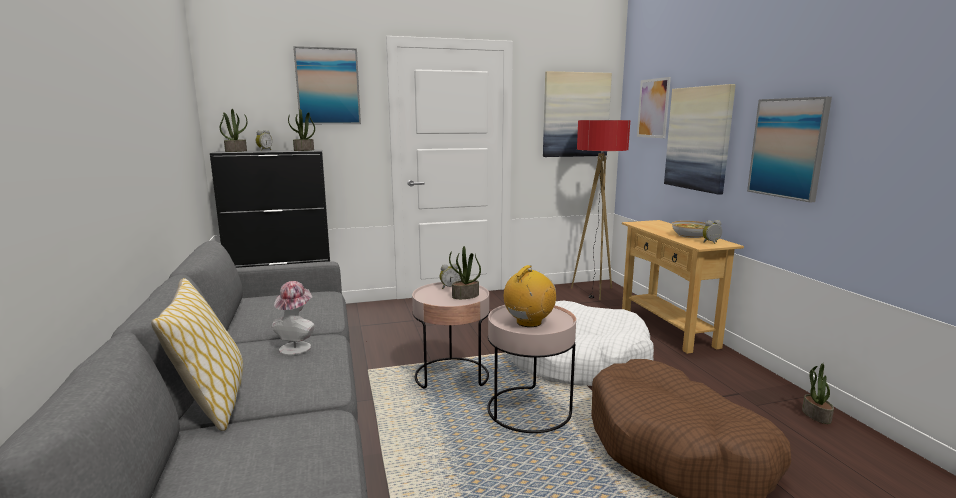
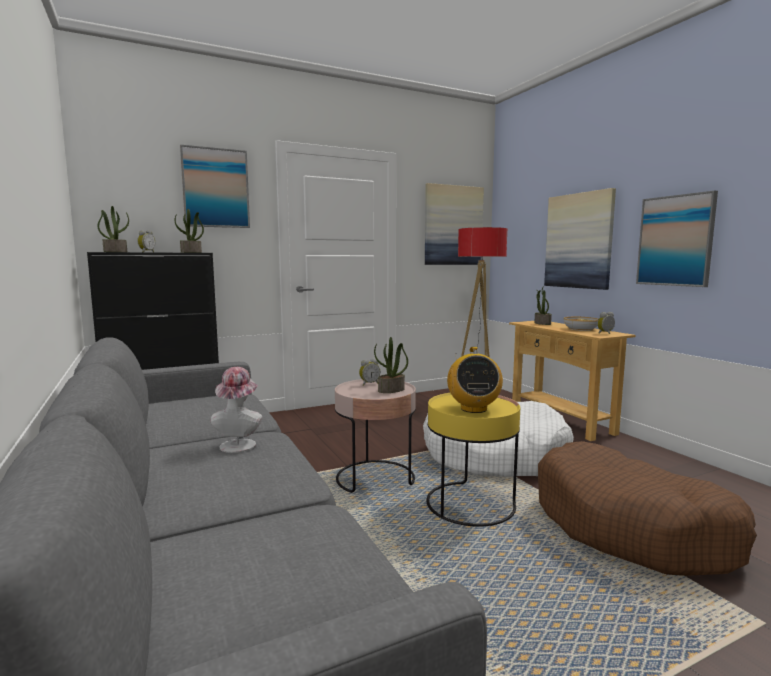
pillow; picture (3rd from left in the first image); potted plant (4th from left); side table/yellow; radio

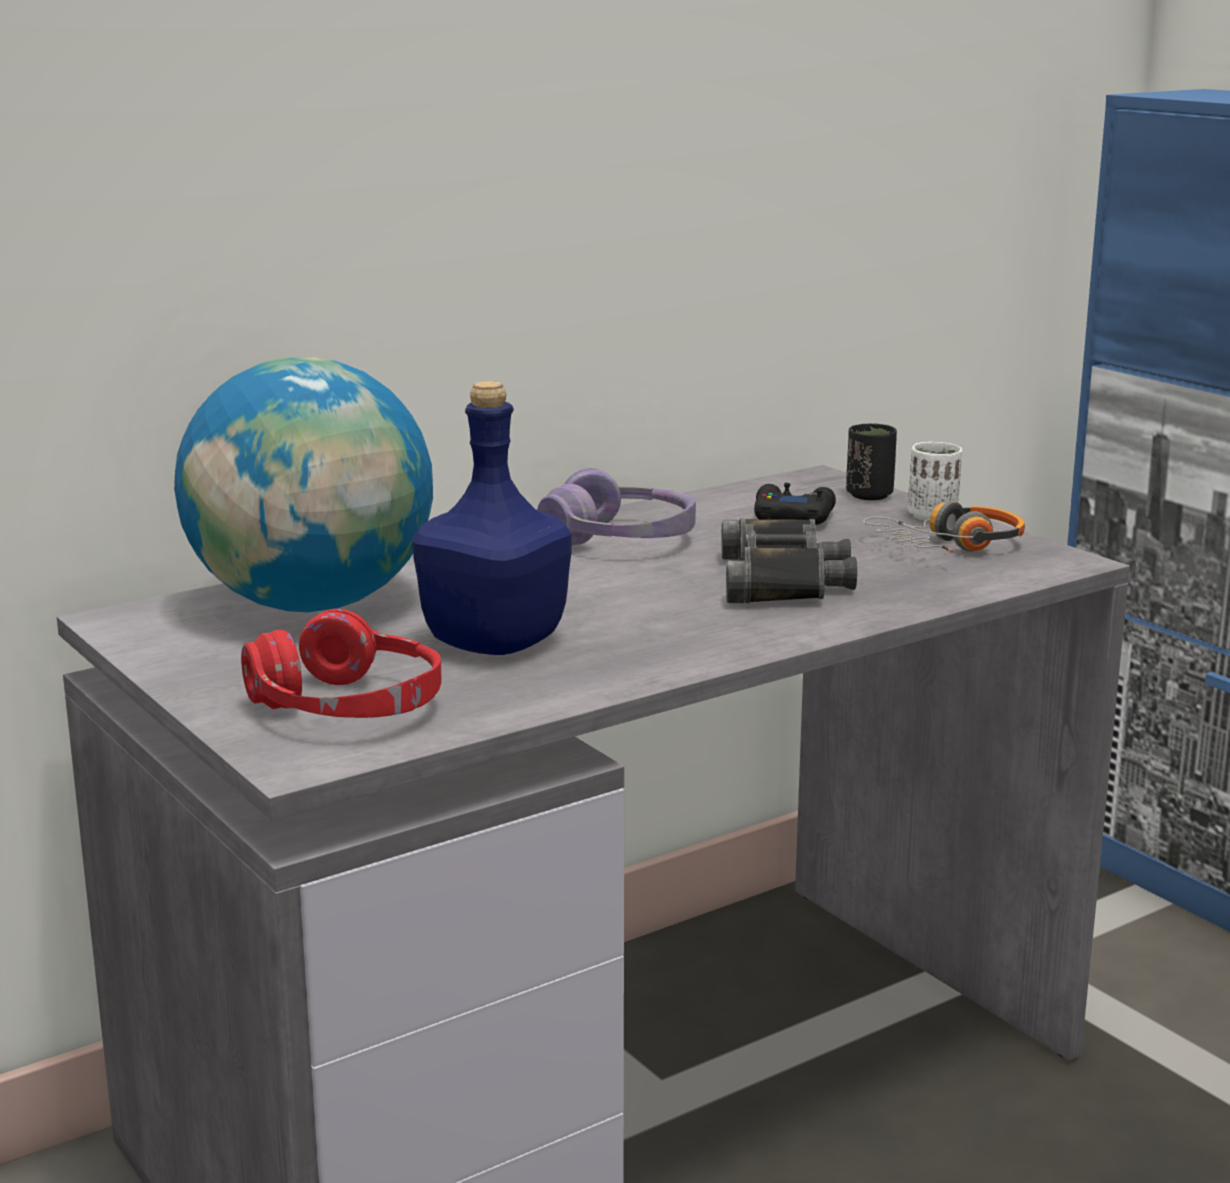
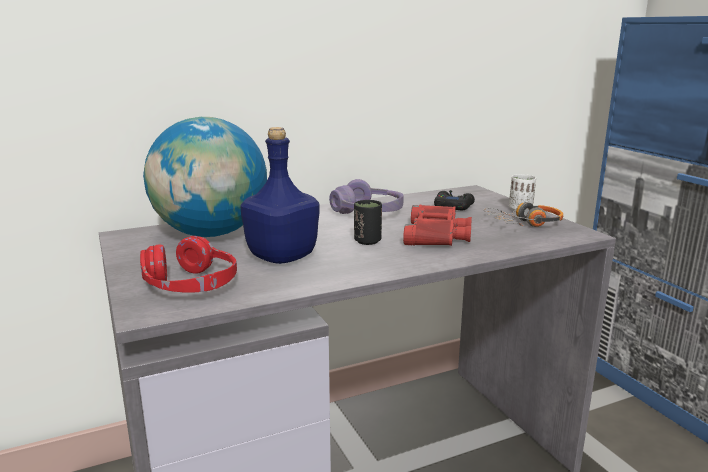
cup/black; binoculars/red

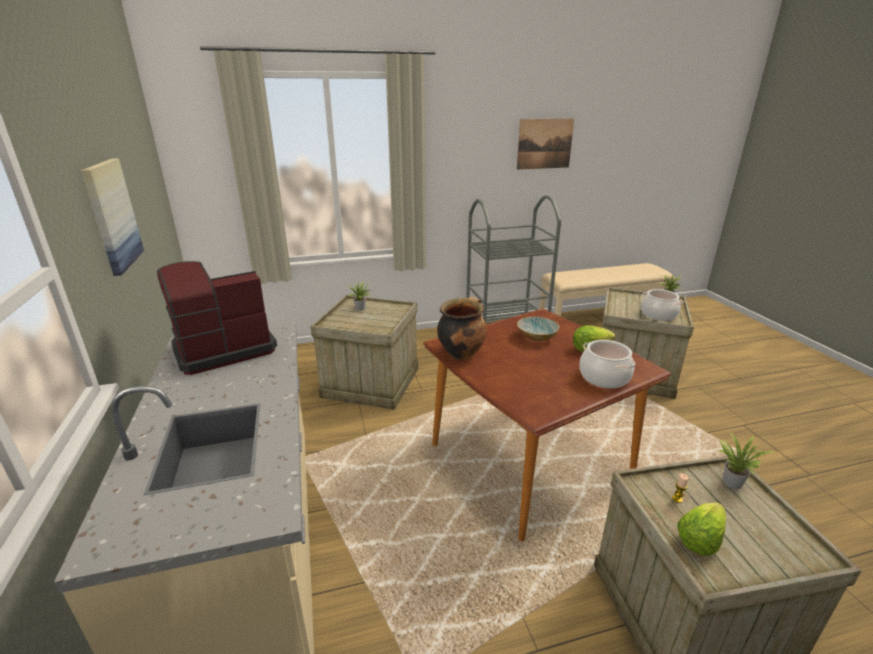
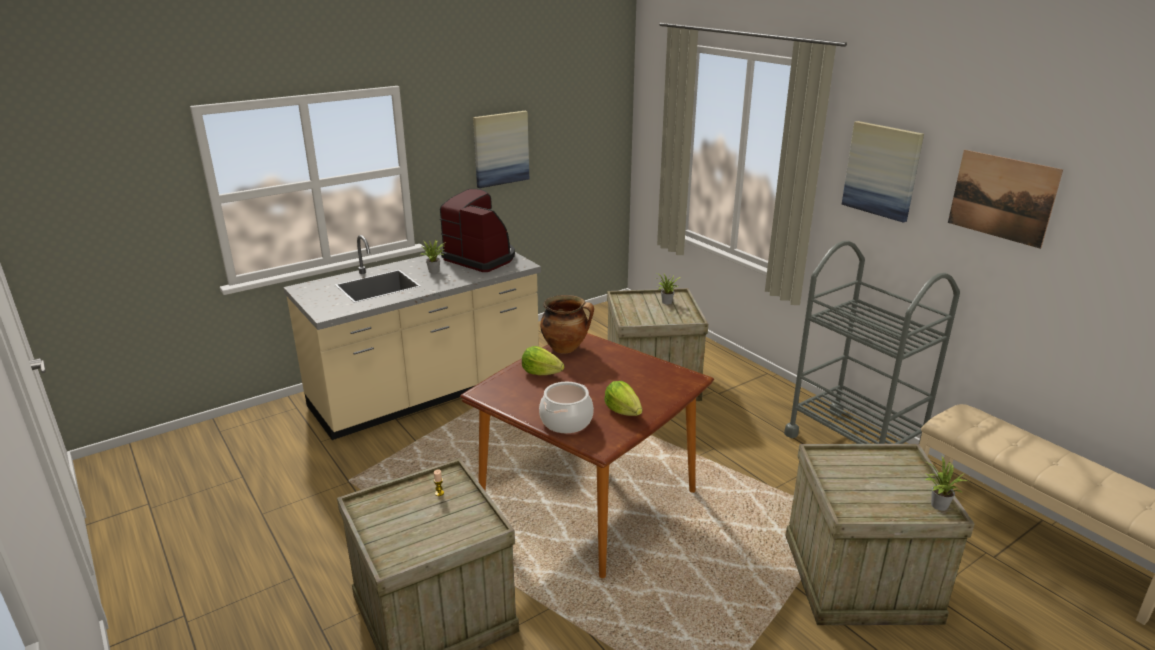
bowl; cooking pot (3rd from left in the first image); picture (2nd from left); lettuce (1st from left); potted plant (1st from left)

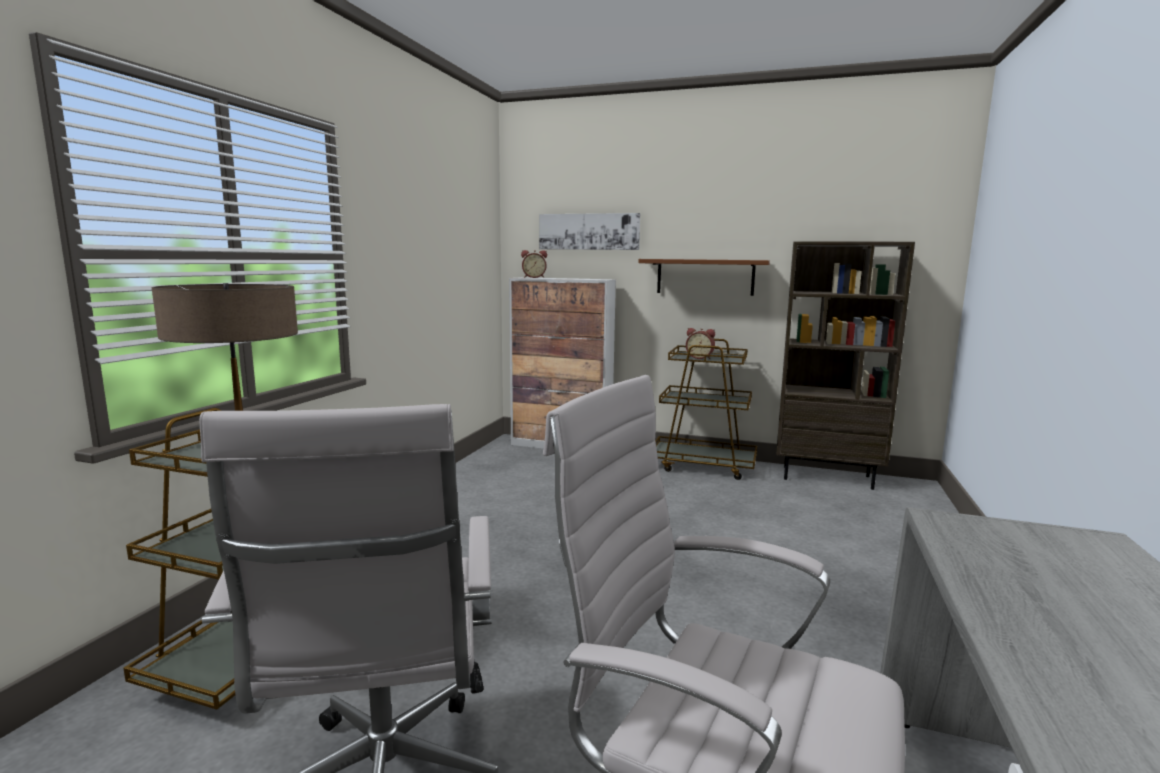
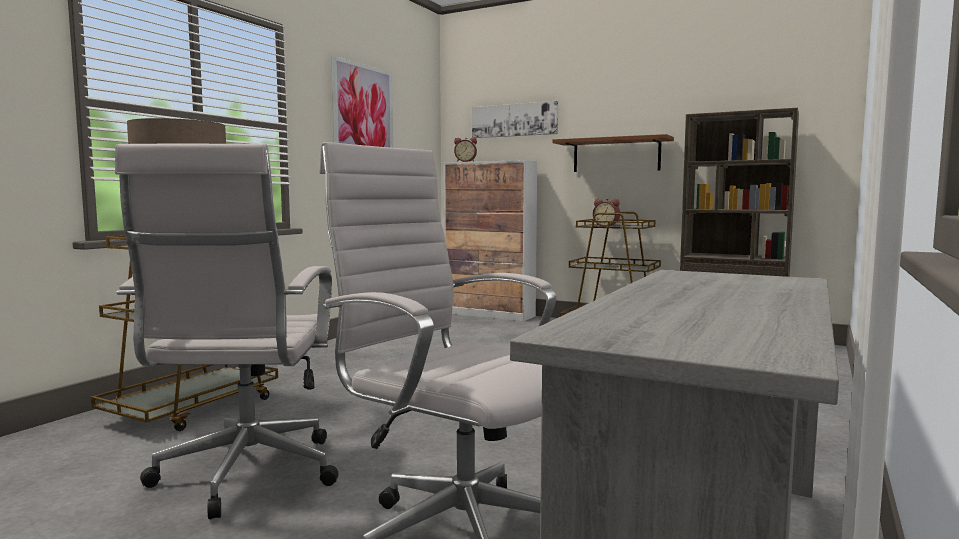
picture (1st from left)

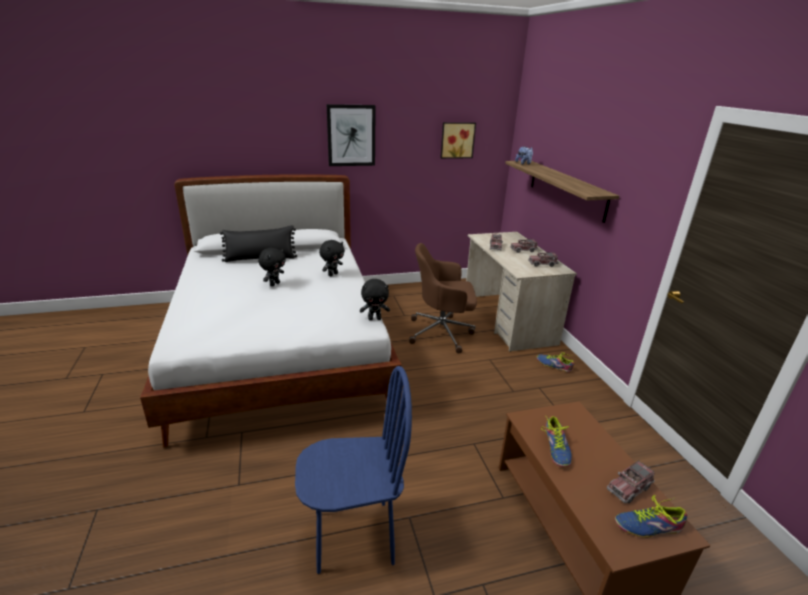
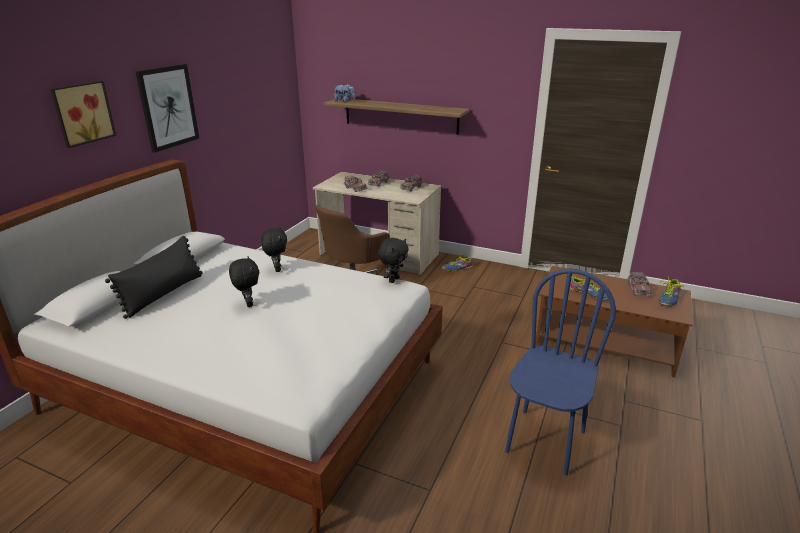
picture (1st from left)

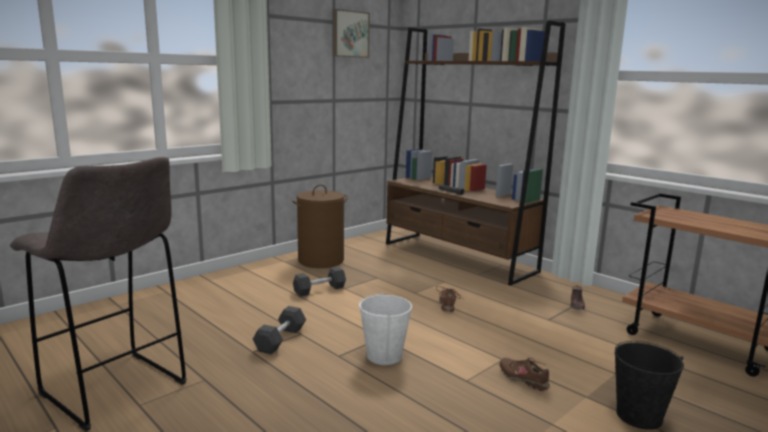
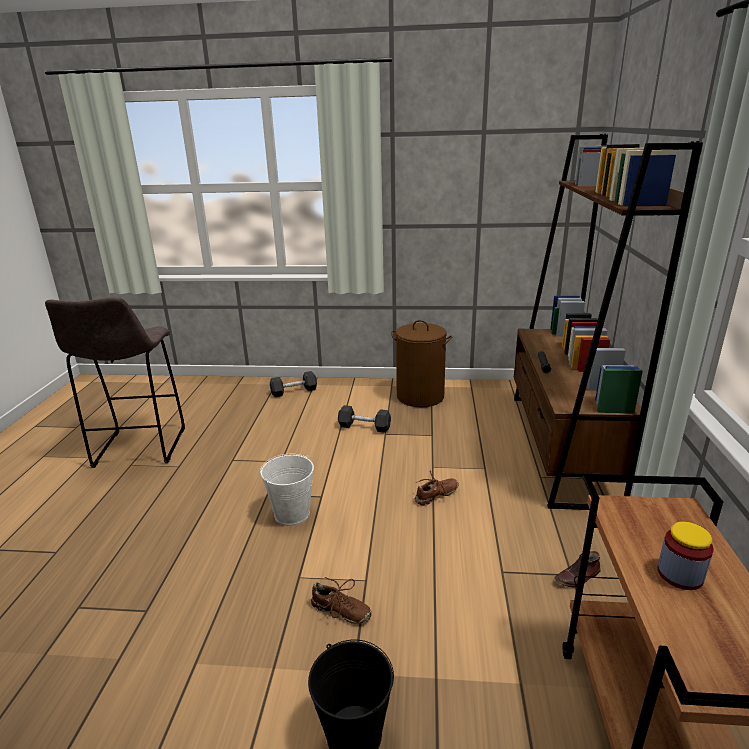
picture; jar; dumbbell/grey (1st from left); shoe/brown (1st from left)

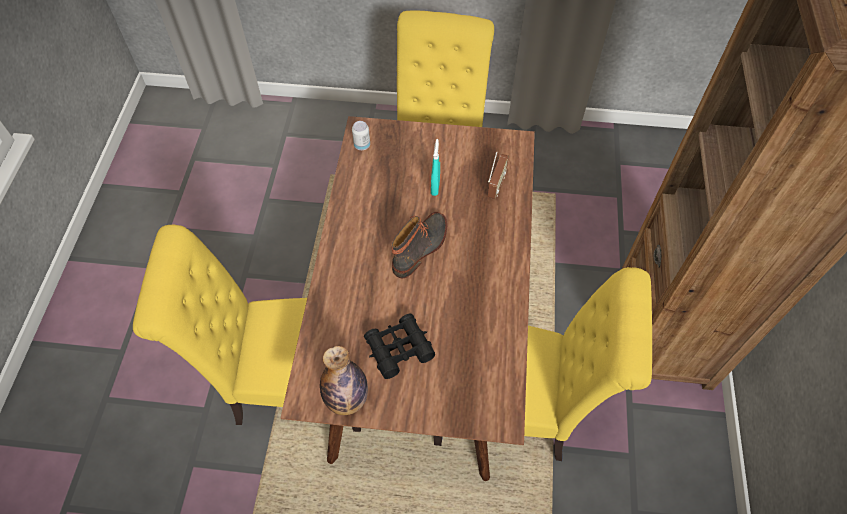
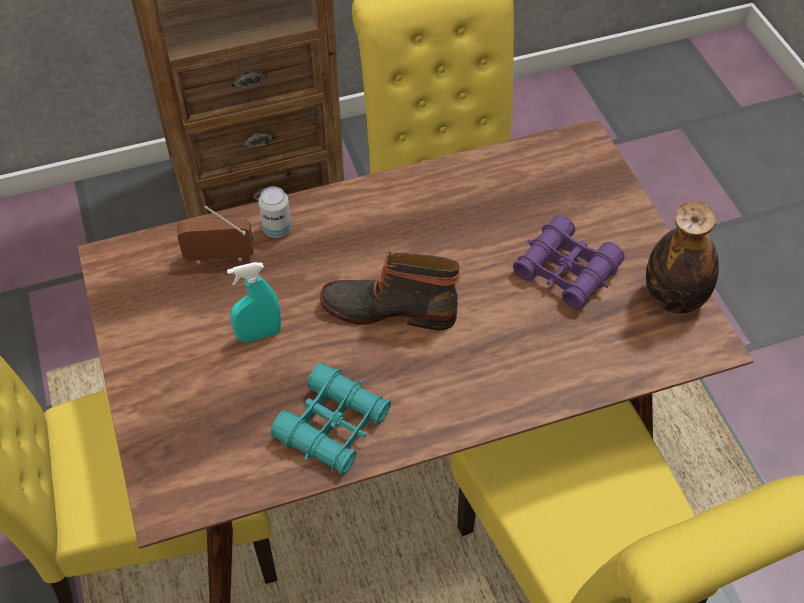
binoculars/turquoise; can; binoculars/purple

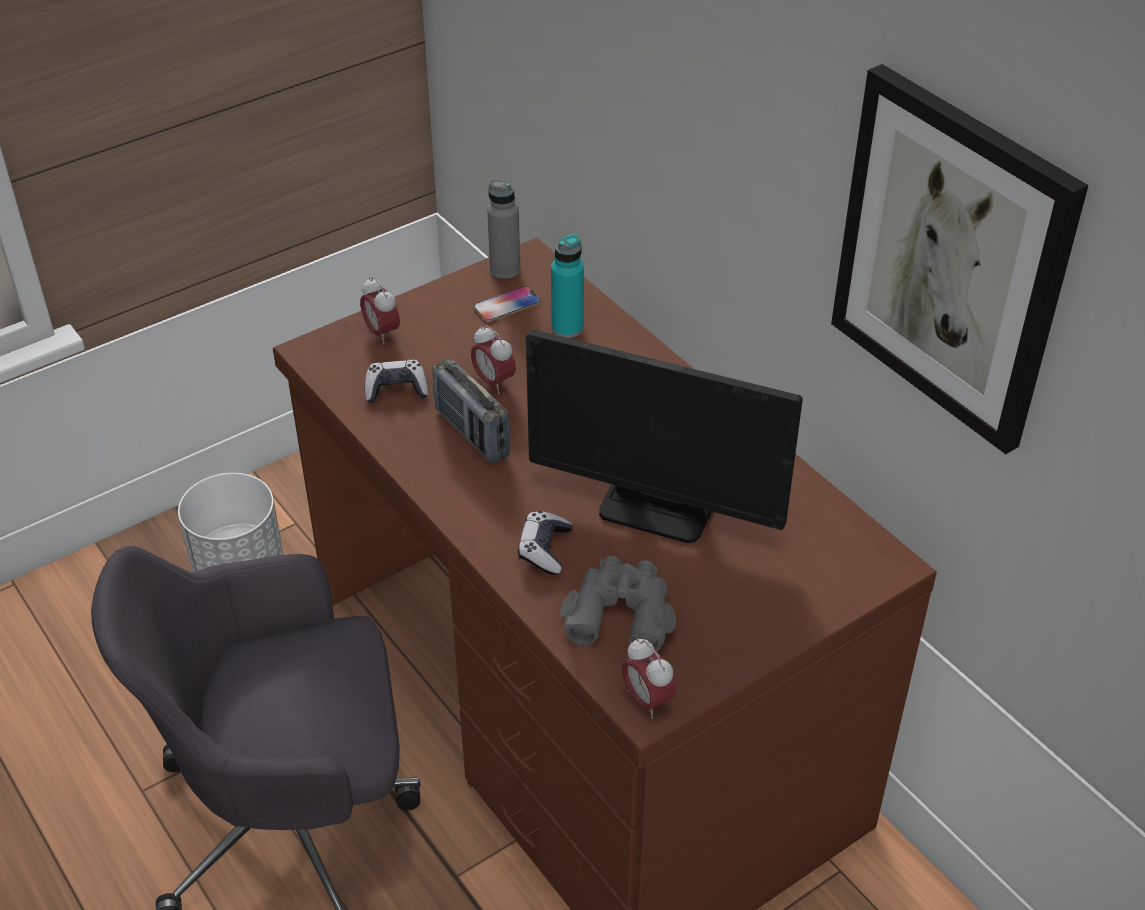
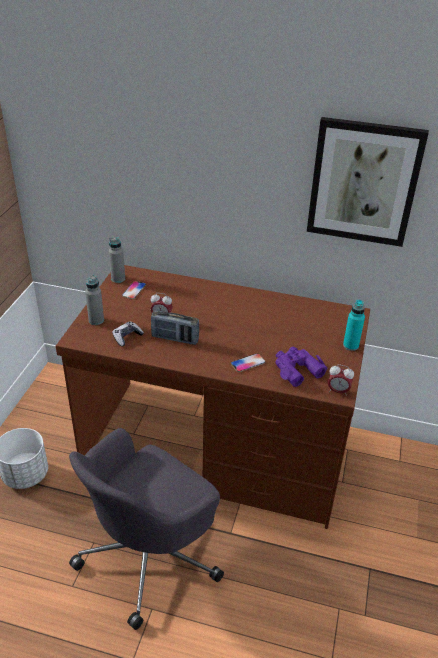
monitor; bottle/turquoise; bottle/grey (1st from left); phone (2nd from left); binoculars/purple

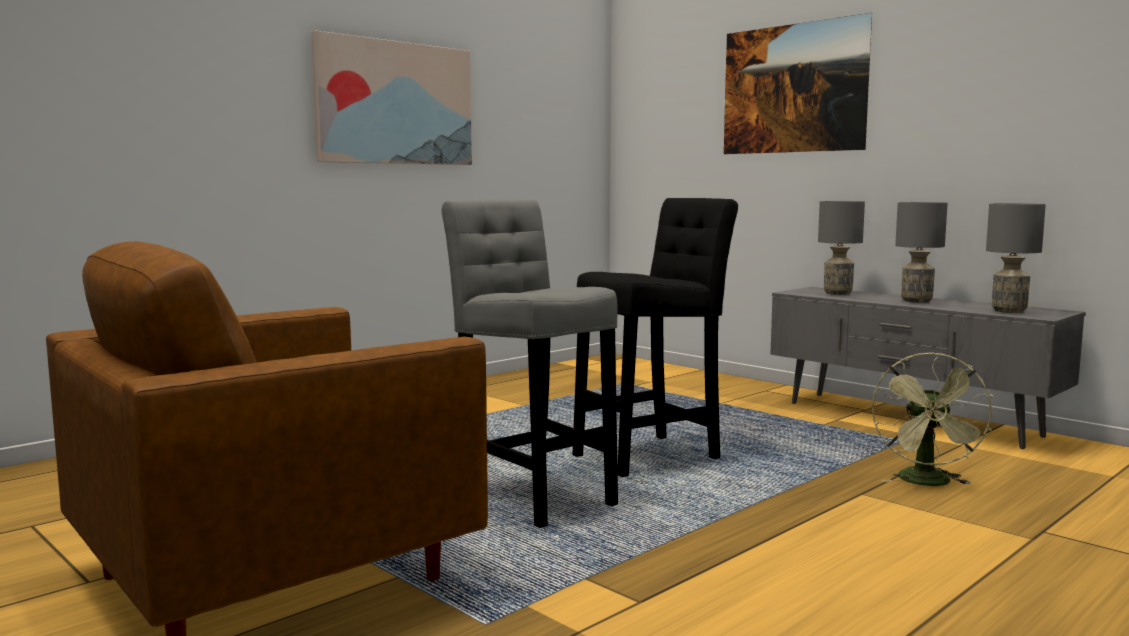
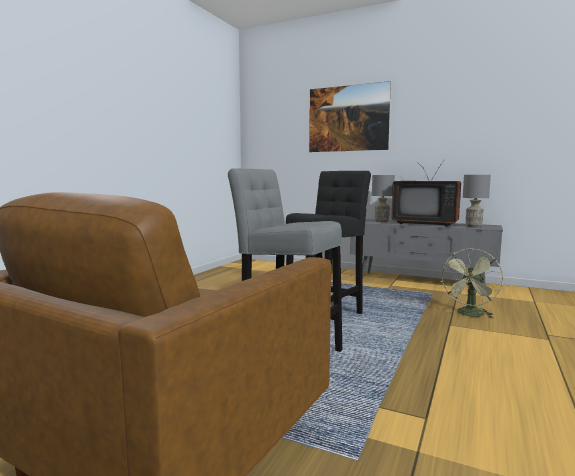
picture (1st from left in the first image); television; fan/green

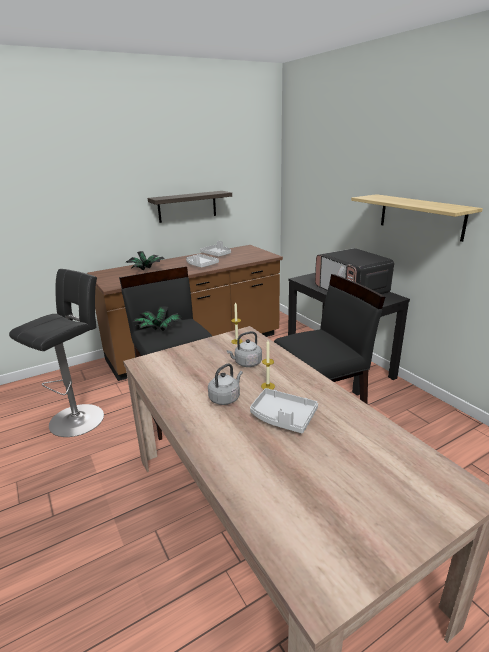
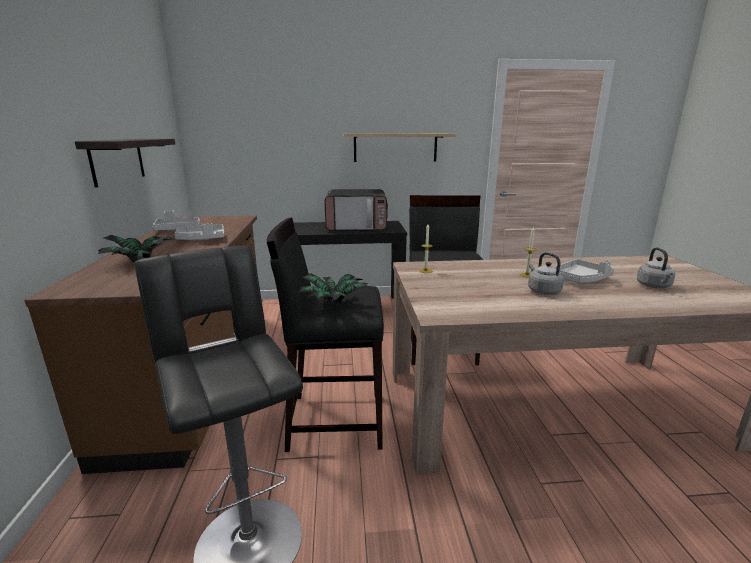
kettle/grey (2nd from left)

